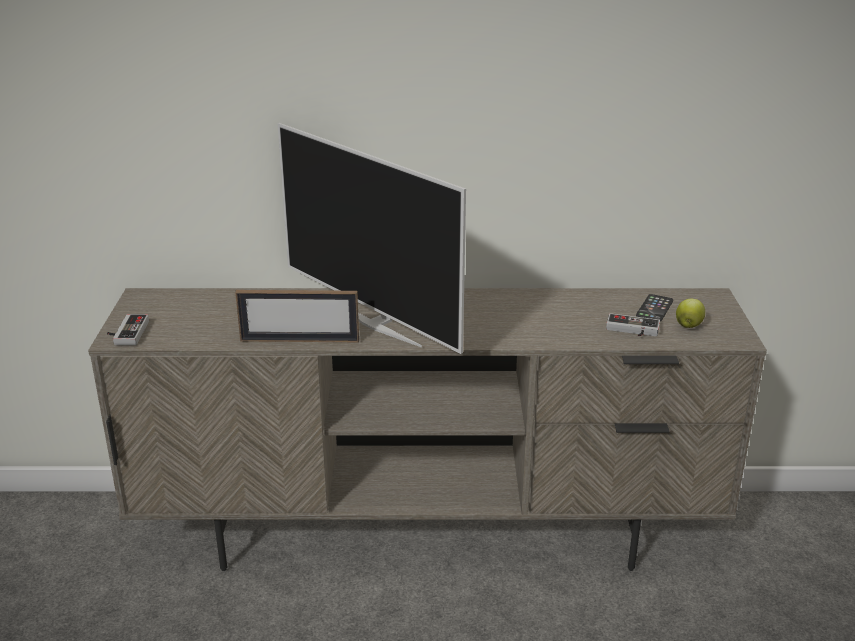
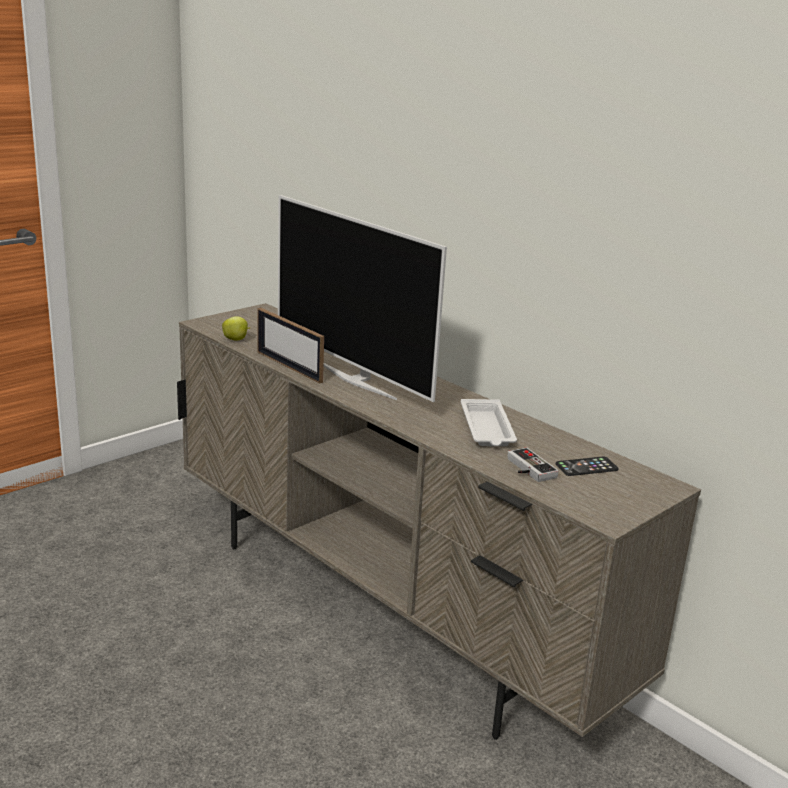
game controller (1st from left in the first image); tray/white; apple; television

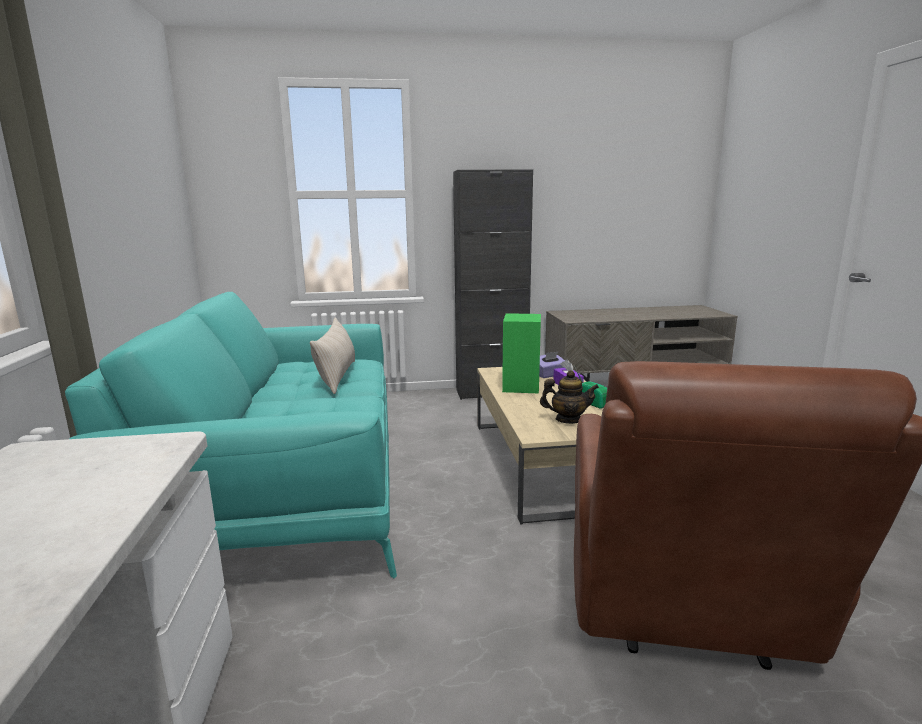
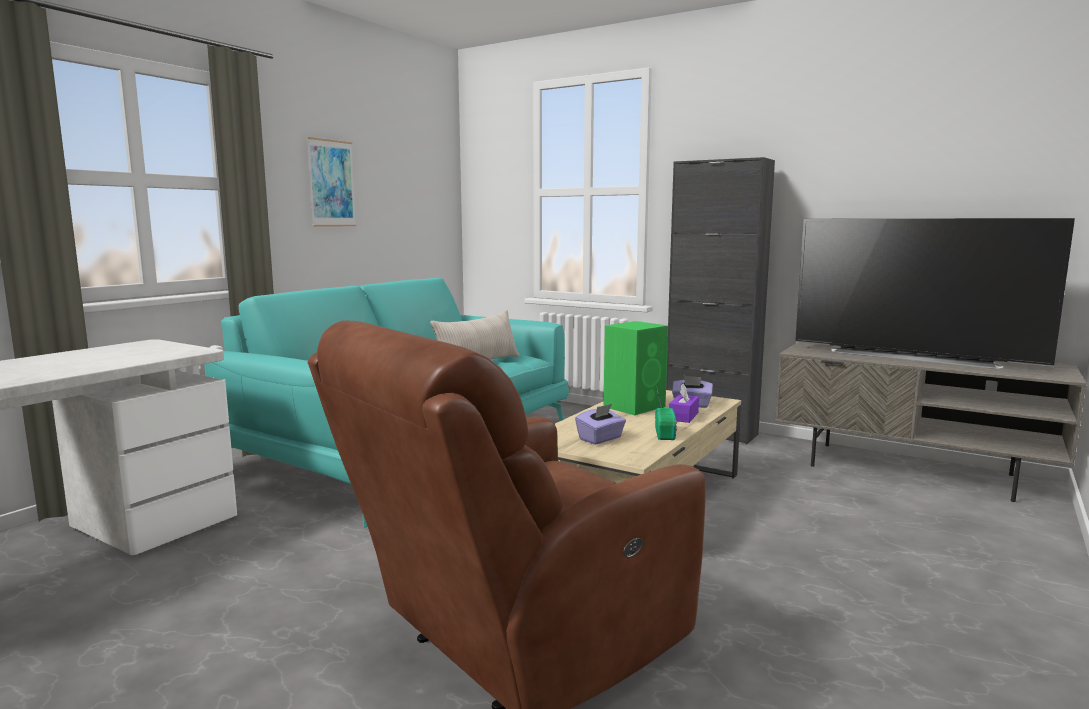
picture; television; tissue box/purple (1st from left)

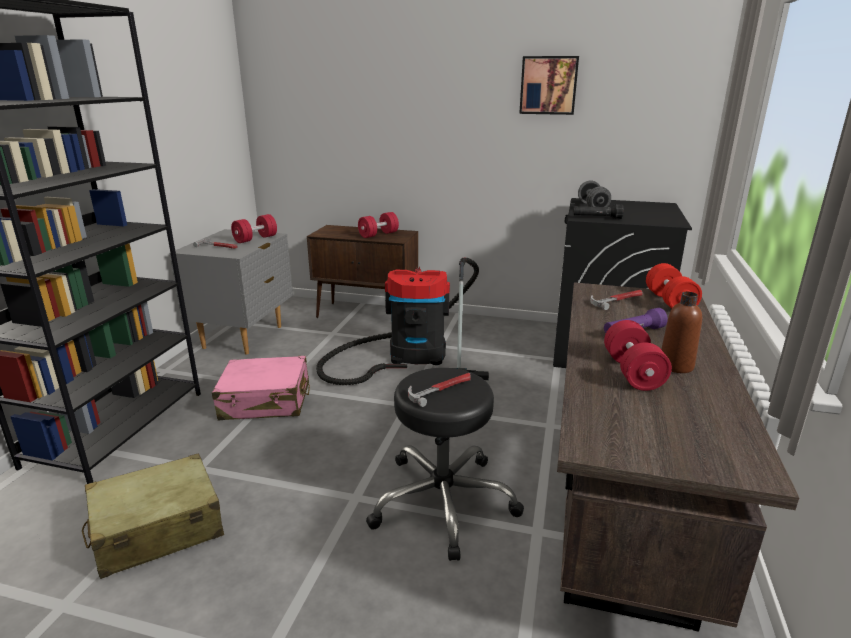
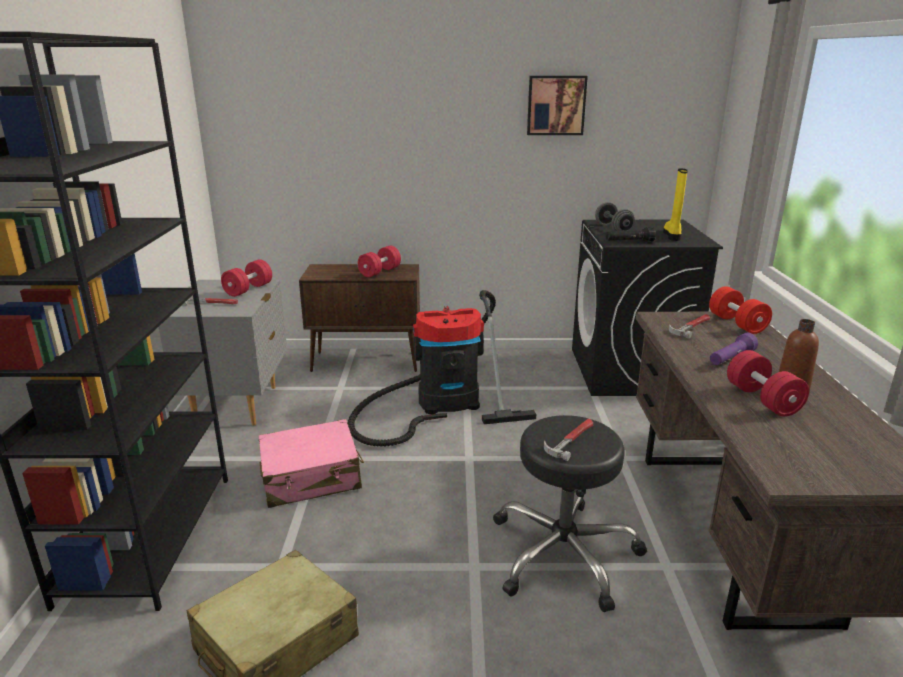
boot/yellow

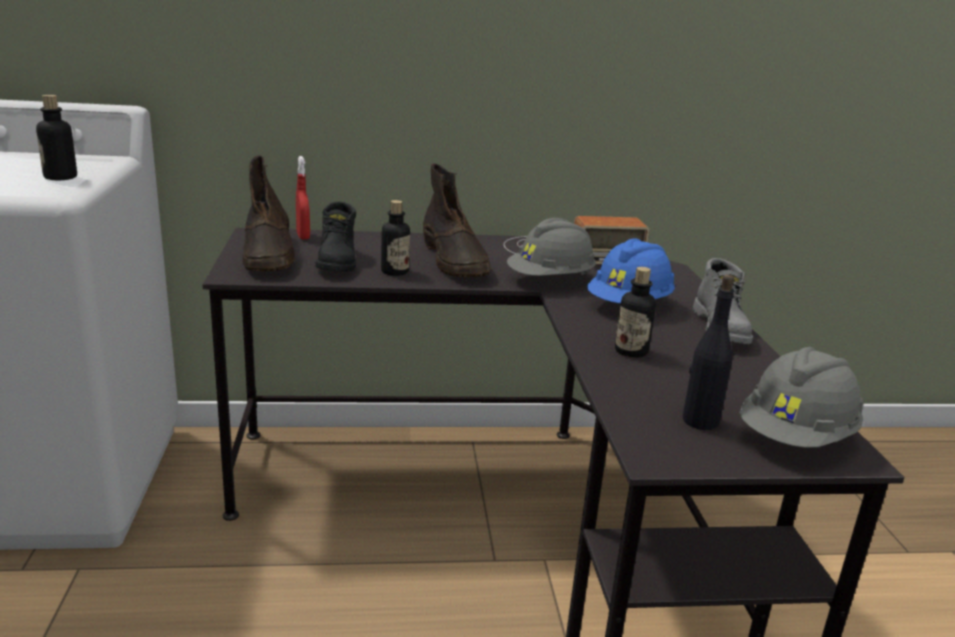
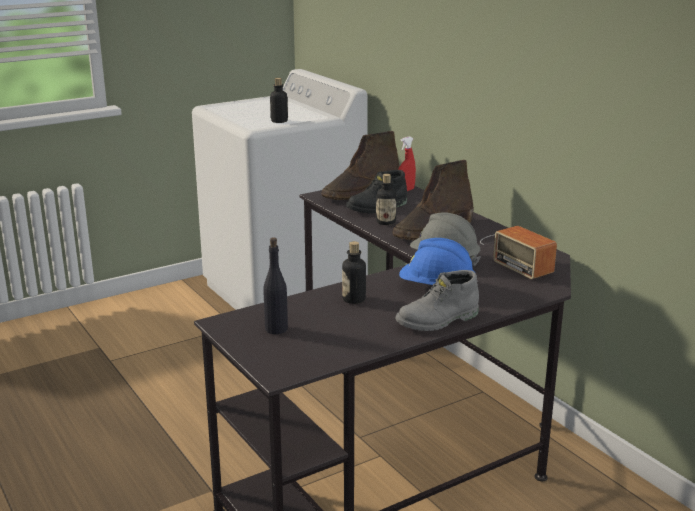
hard hat/grey (2nd from left in the first image)

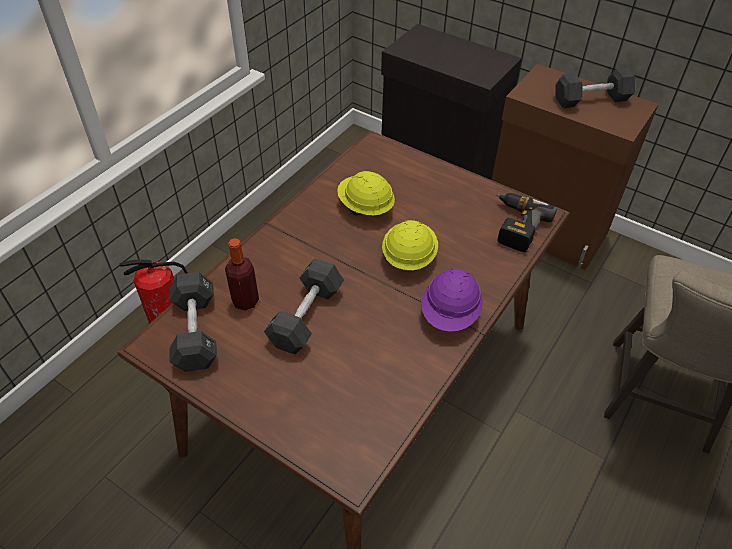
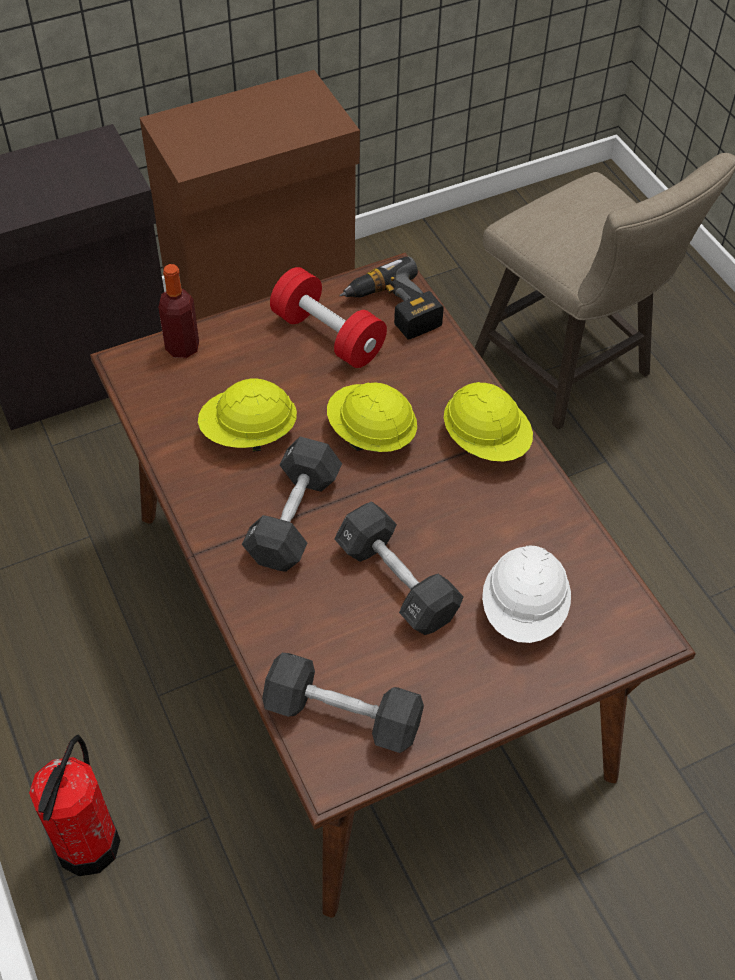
dumbbell/red; hard hat/white; bottle; dumbbell/black (1st from left); hard hat/yellow (3rd from left)

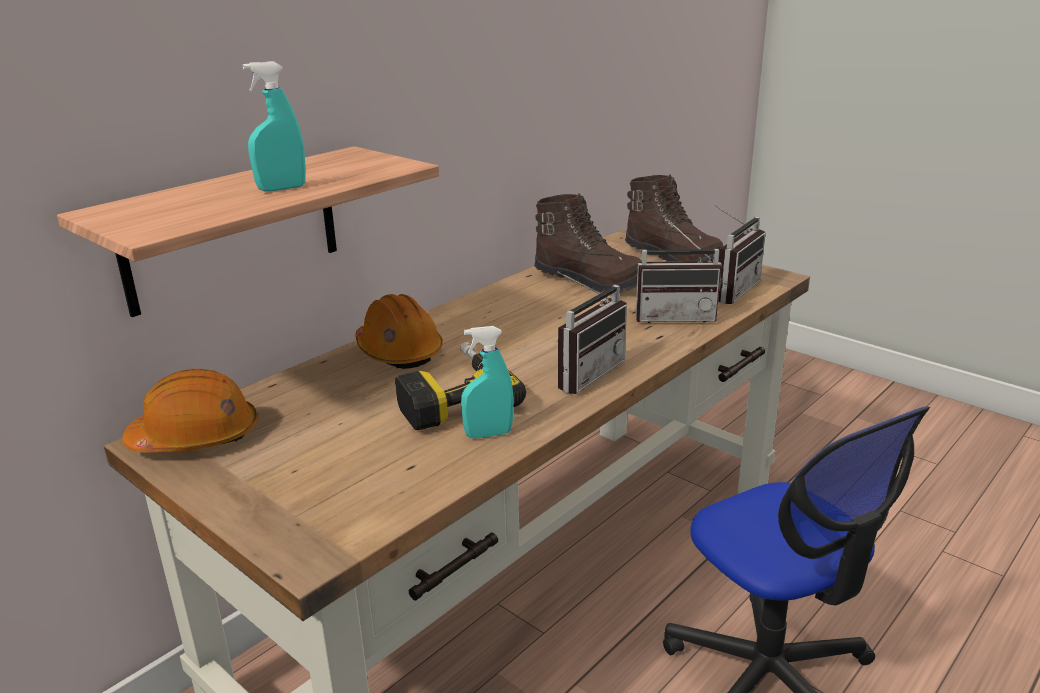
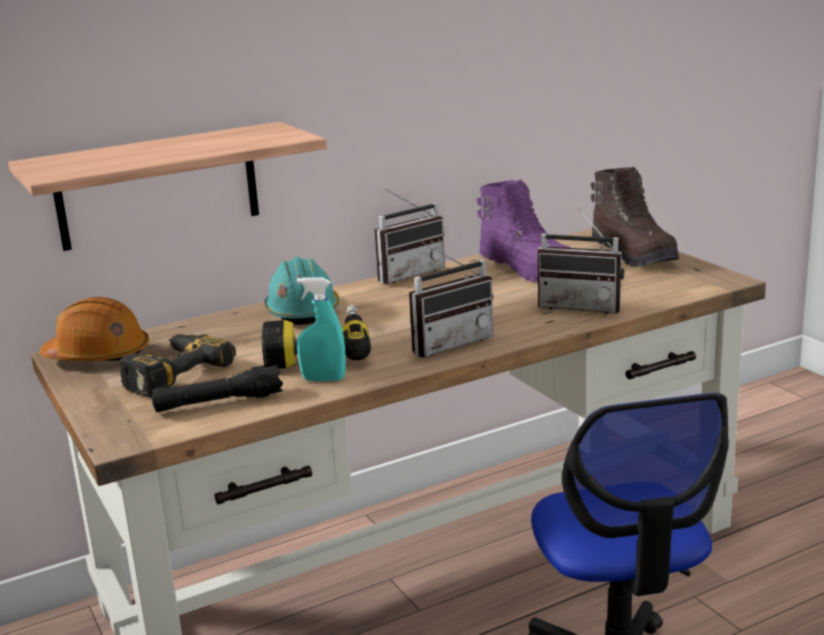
spray bottle/turquoise (1st from left in the first image); power drill (1st from left); flashlight/black; radio (1st from left); hard hat/turquoise; boot/purple

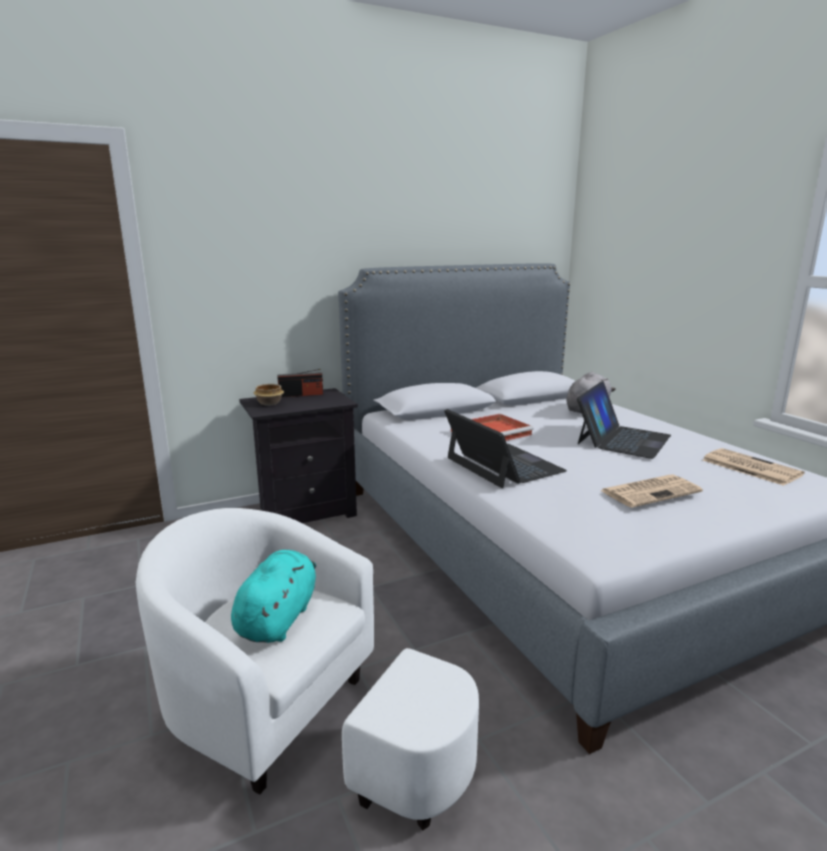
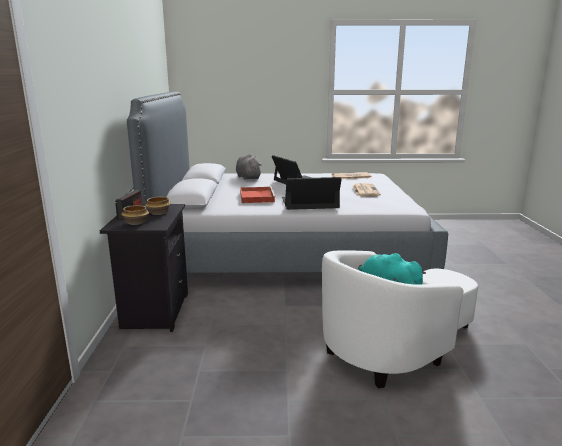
bowl (2nd from left)

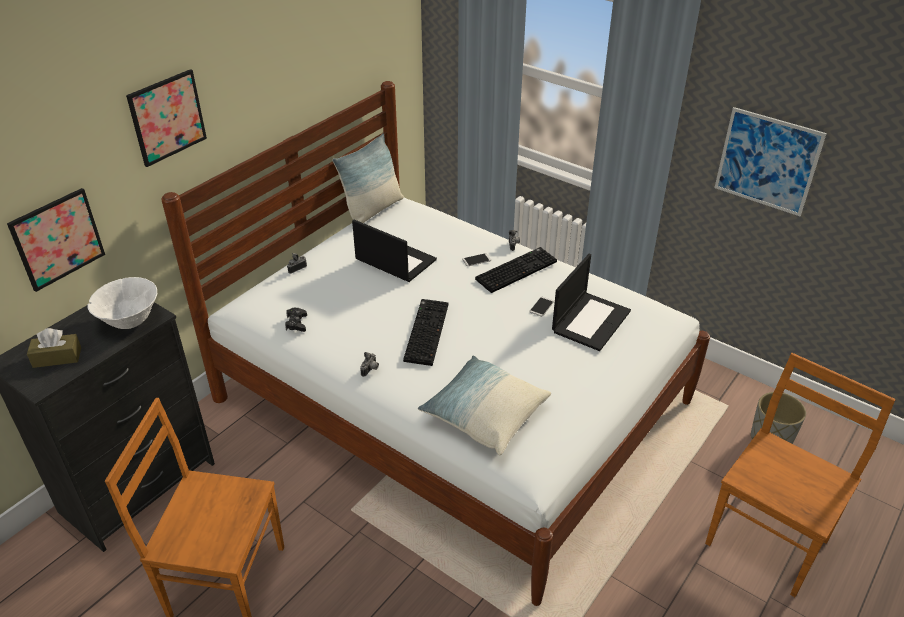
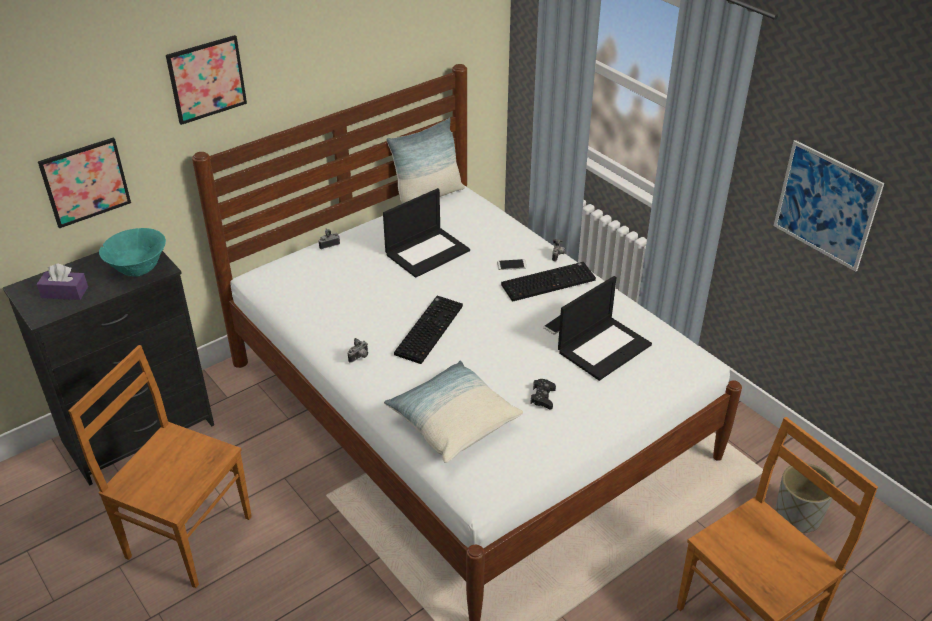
game controller/black; tissue box/purple; bowl/turquoise; laptop (1st from left)

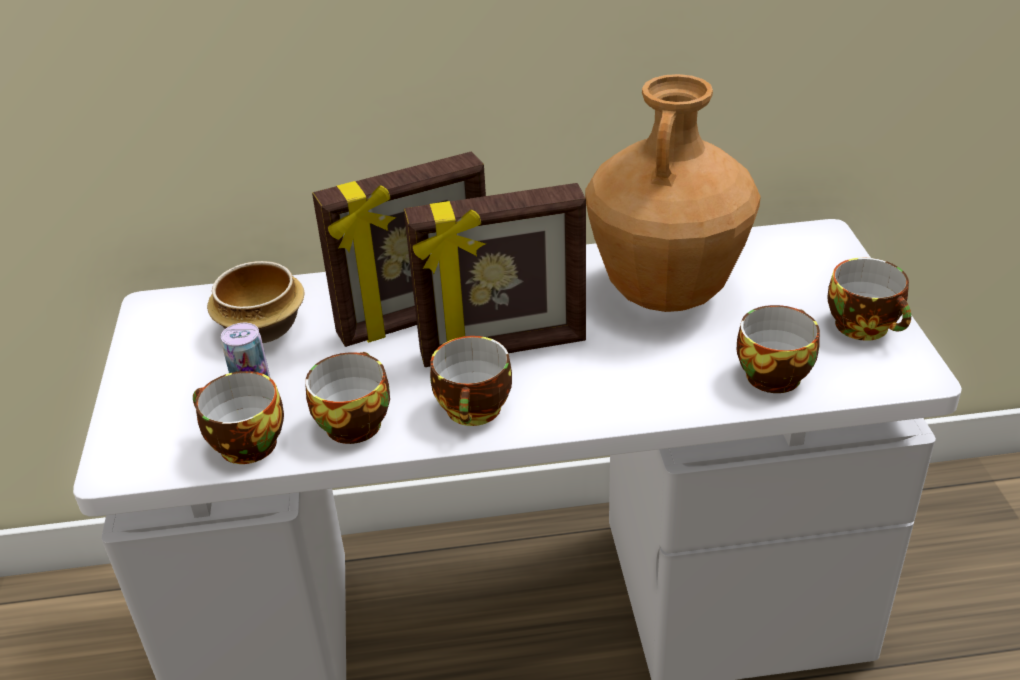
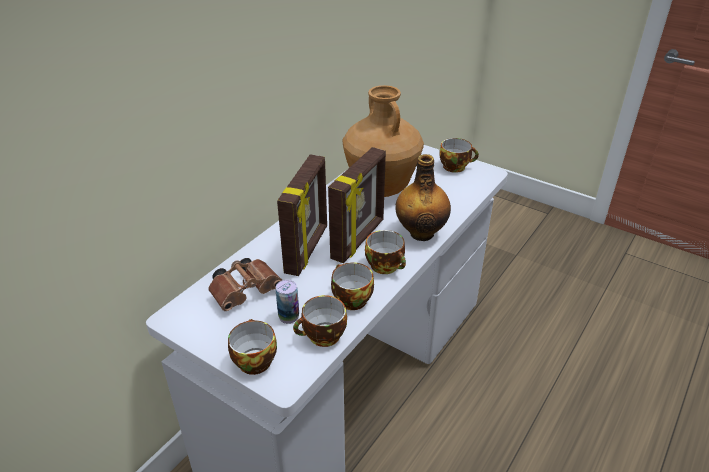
bottle; cup (1st from left); binoculars/brown

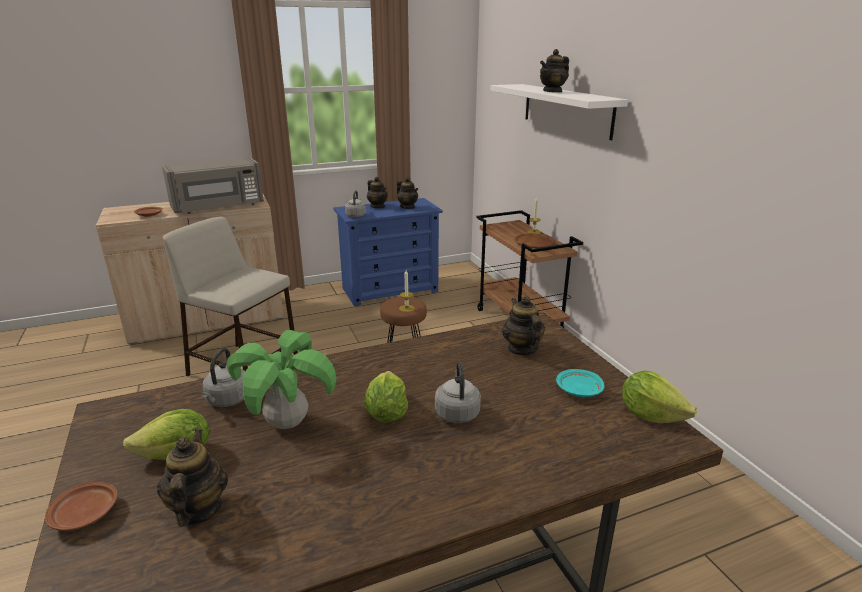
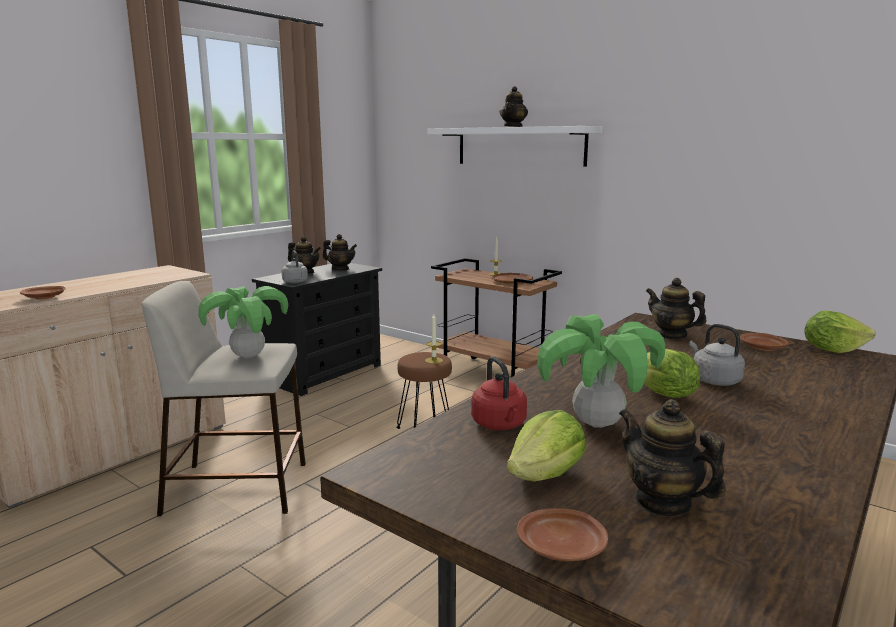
microwave/grey; potted plant (1st from left); kettle/red; dresser/black; plate/brown (4th from left)

